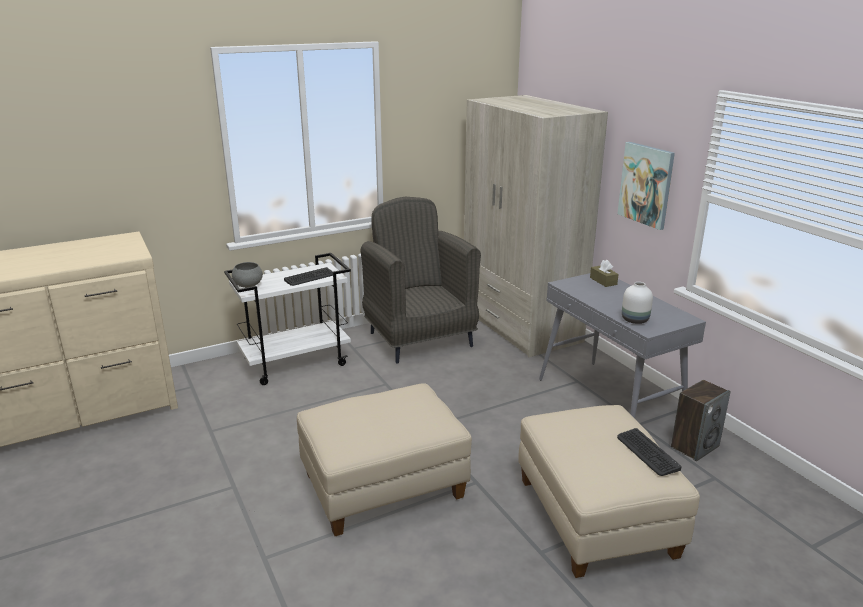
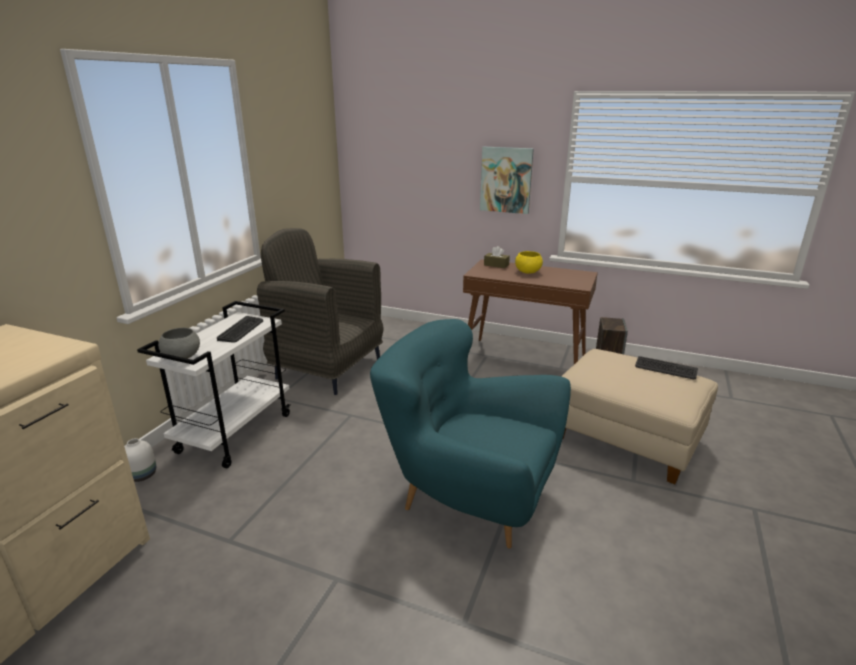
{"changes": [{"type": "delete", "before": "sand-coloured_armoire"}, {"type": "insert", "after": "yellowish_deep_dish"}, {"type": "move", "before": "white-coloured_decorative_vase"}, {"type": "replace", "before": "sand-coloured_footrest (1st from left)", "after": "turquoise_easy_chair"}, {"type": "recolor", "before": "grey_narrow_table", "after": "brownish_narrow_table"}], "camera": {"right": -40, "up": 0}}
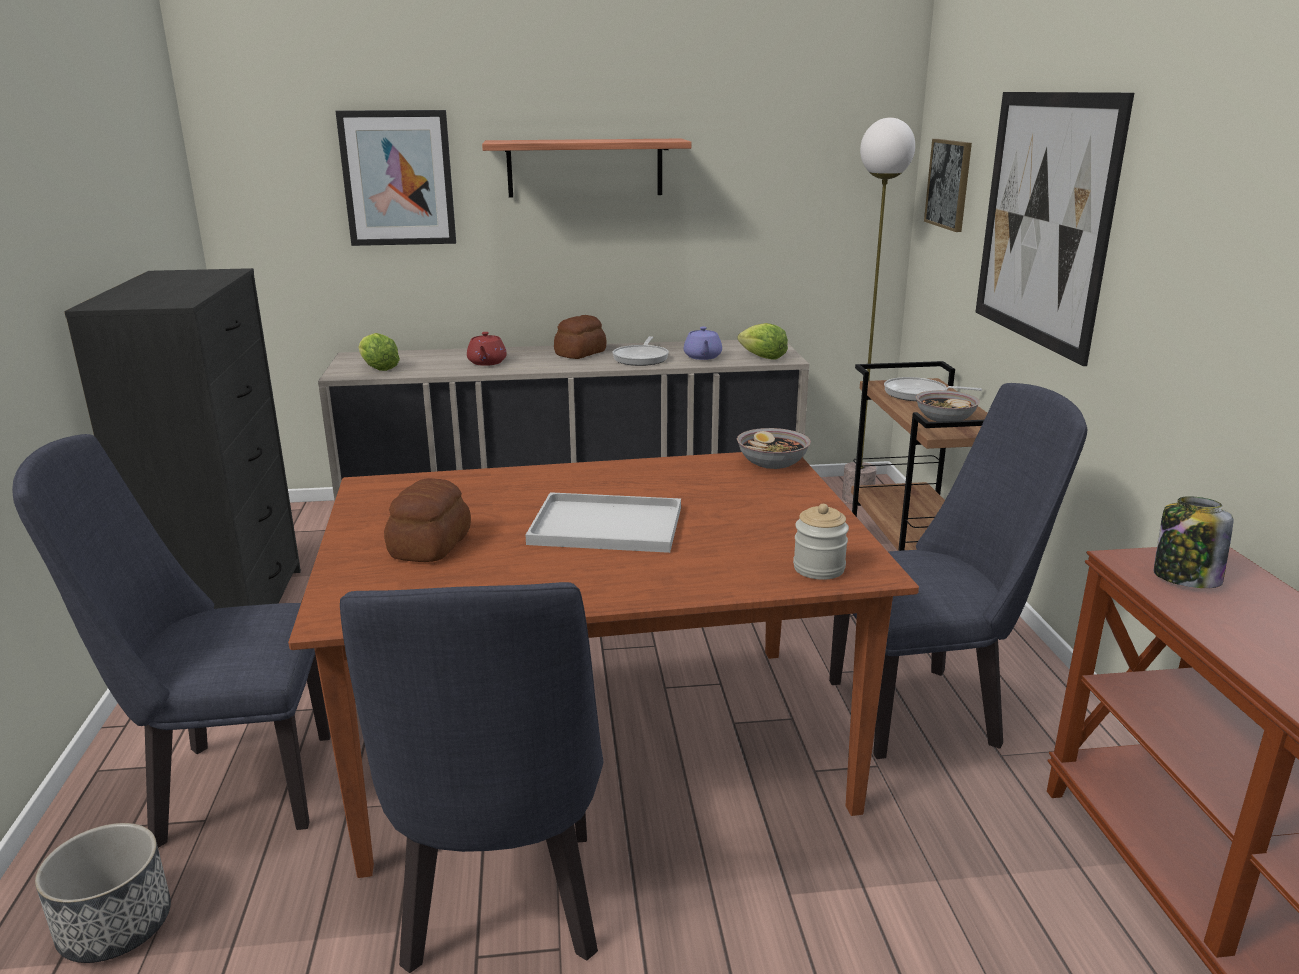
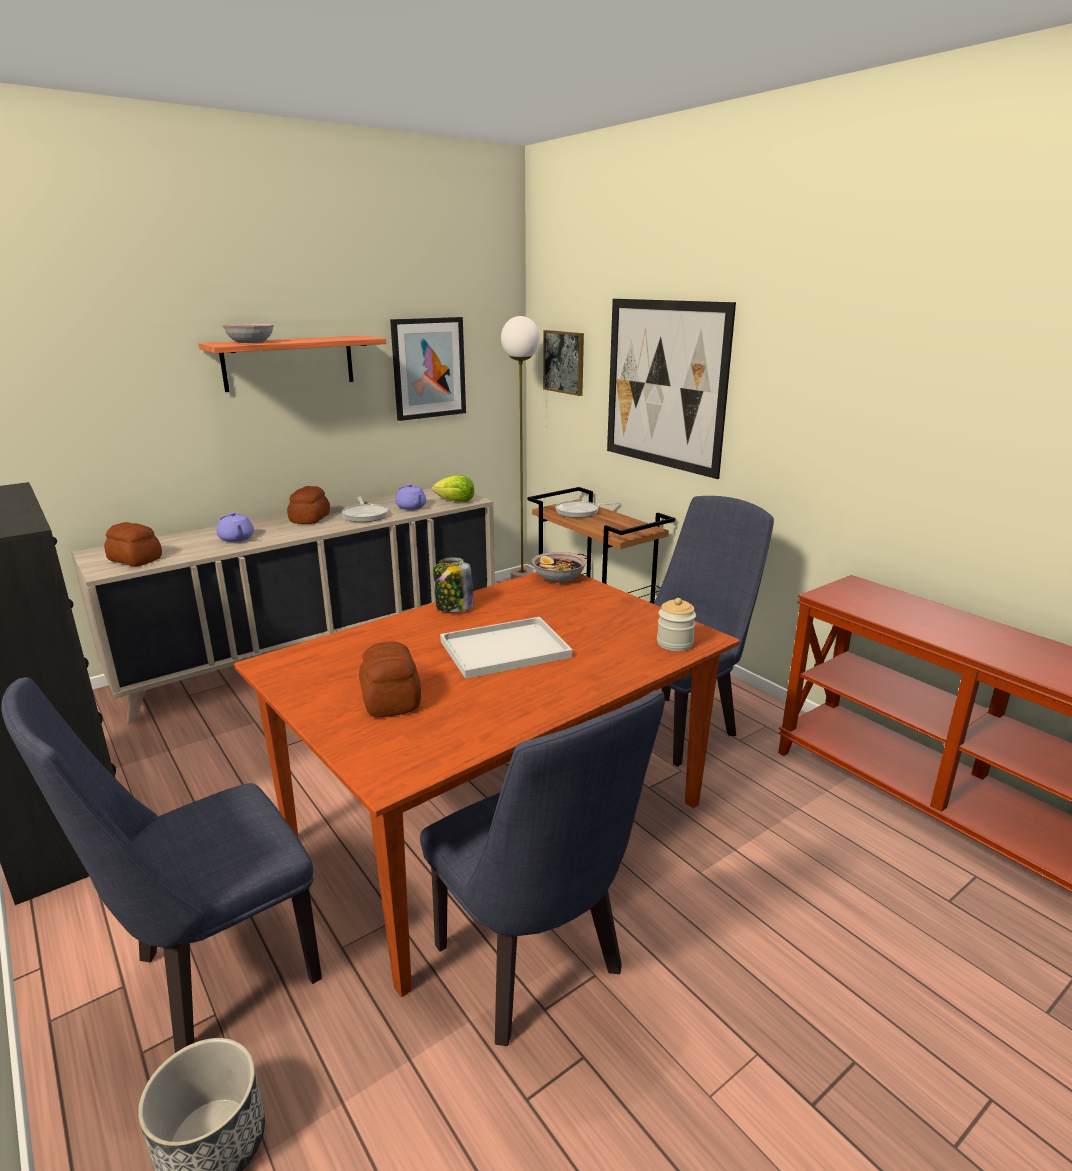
{"changes": [{"type": "move", "before": "wall_picture (1st from left)"}, {"type": "move", "before": "deep_dish (2nd from left in the first image)", "after": "deep_dish (1st from left)"}, {"type": "move", "before": "storage_jar (2nd from left in the first image)", "after": "storage_jar (1st from left)"}, {"type": "replace", "before": "head_of_lettuce (1st from left)", "after": "bread (1st from left)"}, {"type": "recolor", "before": "red_tea_pot", "after": "purple-coloured_tea_pot (1st from left)"}], "camera": {"right": -30, "up": 0}}
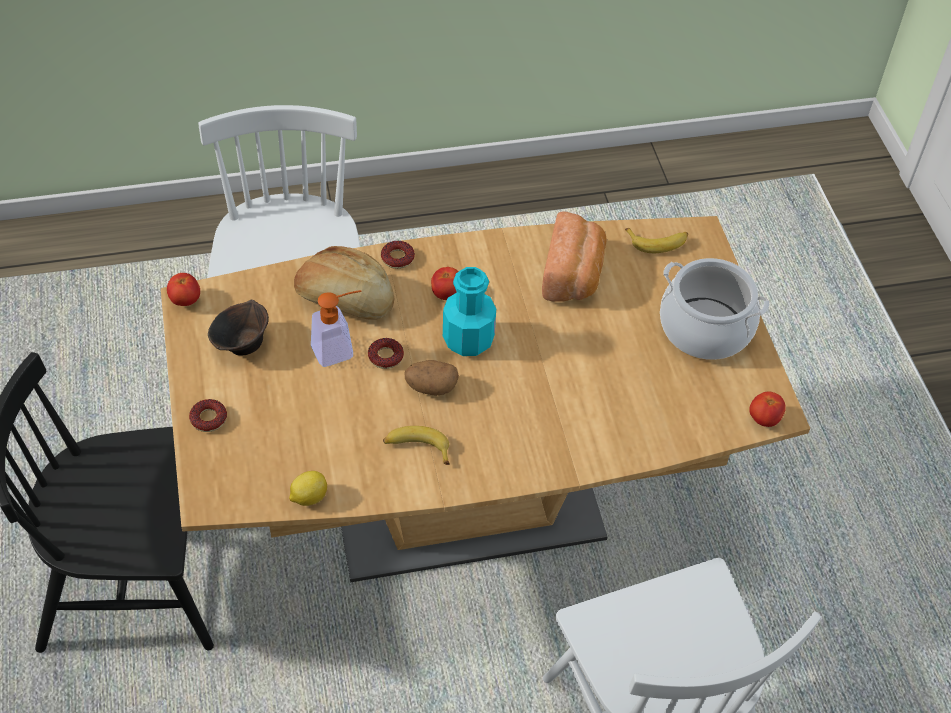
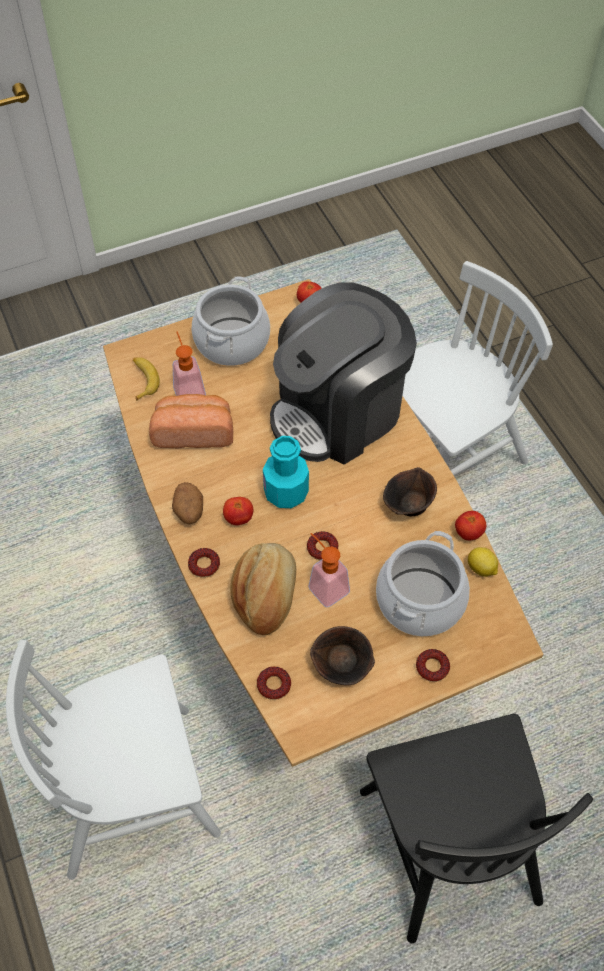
{"changes": [{"type": "insert", "after": "soap_dispenser (1st from left)"}, {"type": "insert", "after": "doughnut (2nd from left)"}, {"type": "insert", "after": "coffee_machine"}, {"type": "insert", "after": "saucepot (2nd from left)"}, {"type": "move", "before": "whole_tomato (1st from left in the first image)", "after": "whole_tomato (3rd from left)"}, {"type": "move", "before": "whole_potato"}, {"type": "replace", "before": "banana (1st from left)", "after": "brownish_deep_dish (2nd from left)"}], "camera": {"right": -100, "up": 5}}
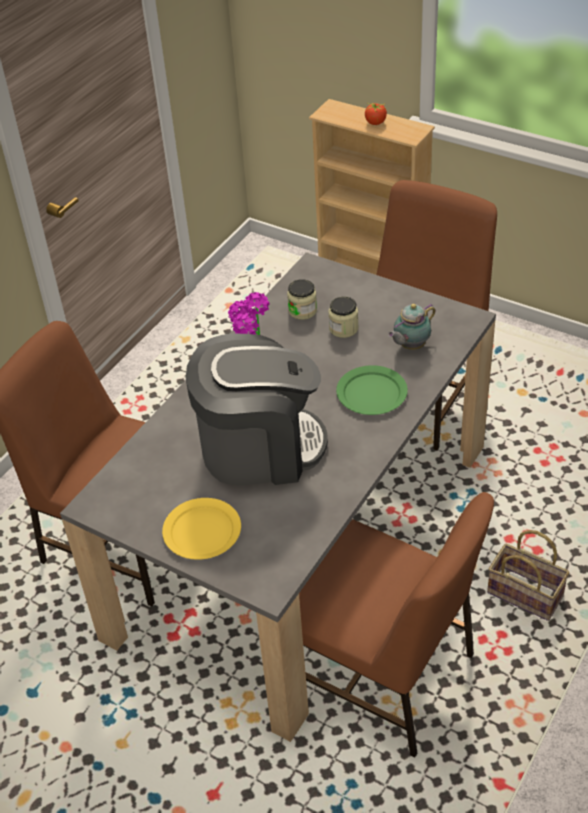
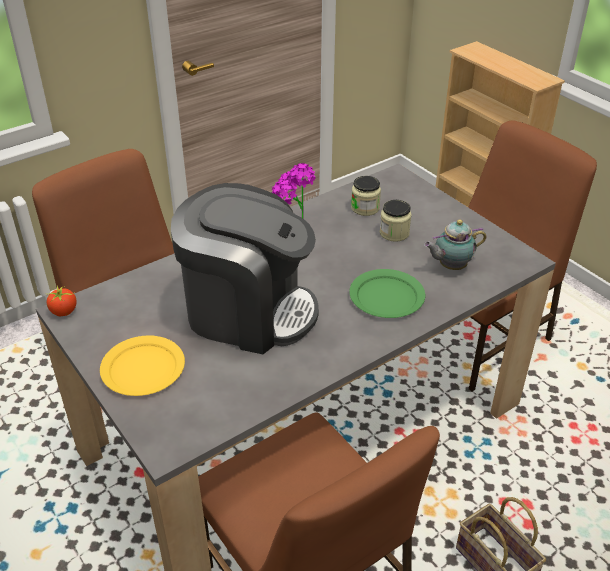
{"changes": [{"type": "move", "before": "whole_tomato"}], "camera": {"right": 20, "up": -5}}
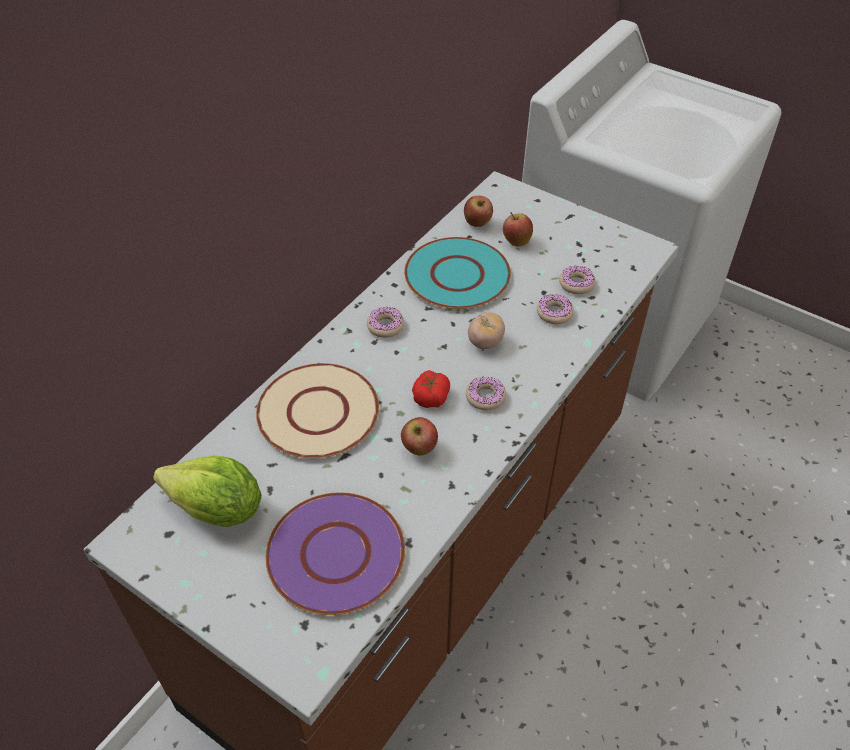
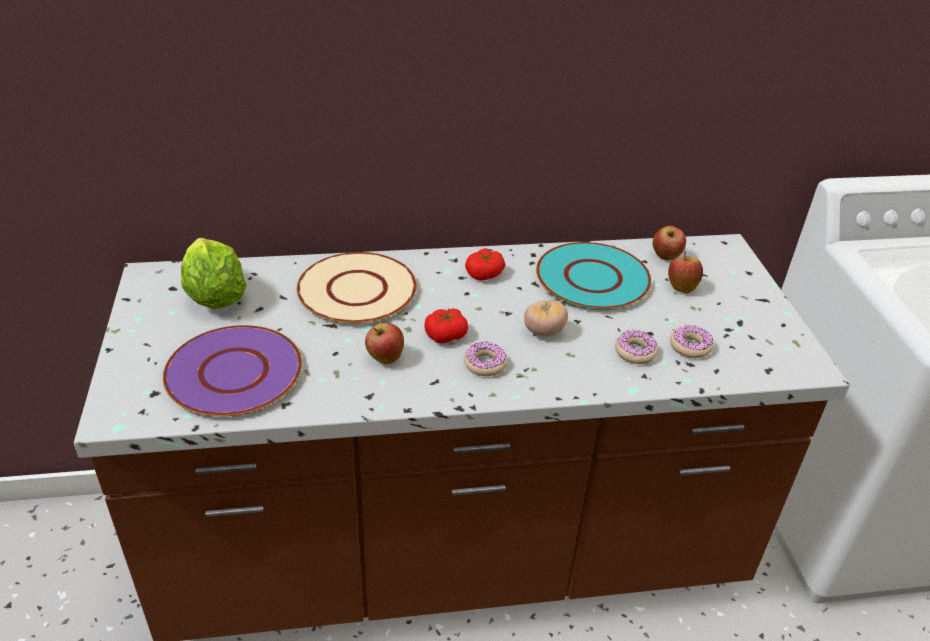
{"changes": [{"type": "replace", "before": "doughnut (1st from left)", "after": "whole_tomato (2nd from left)"}], "camera": {"right": 45, "up": -10}}
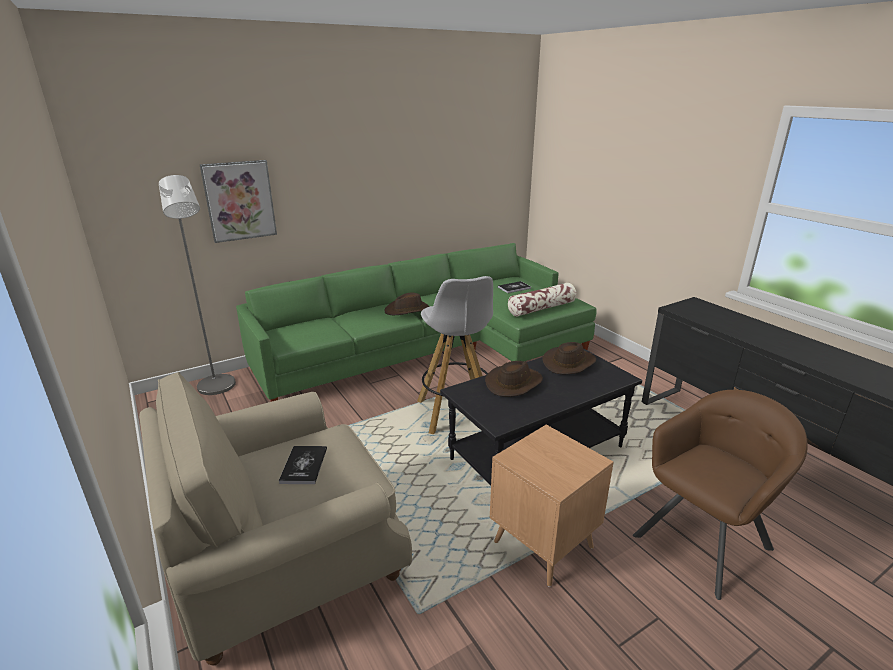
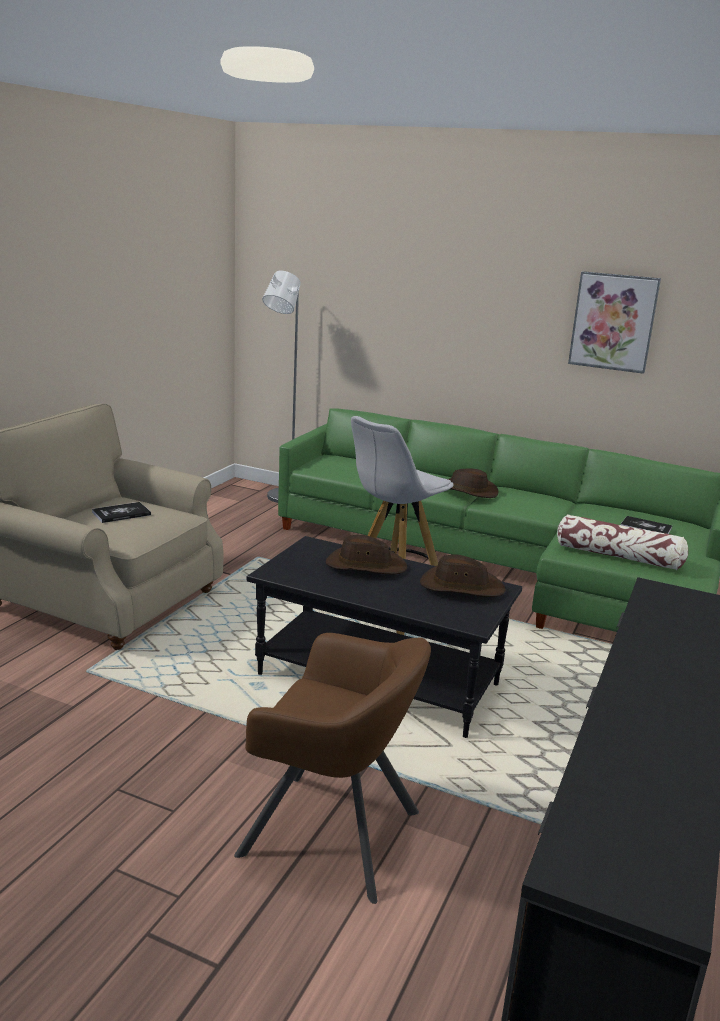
{"changes": [{"type": "delete", "before": "brownish_end_table"}, {"type": "move", "before": "wall_picture"}], "camera": {"right": 55, "up": -5}}
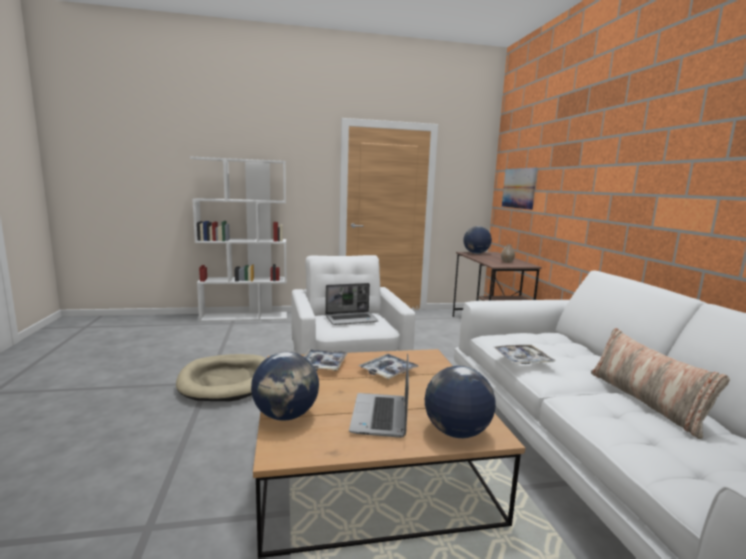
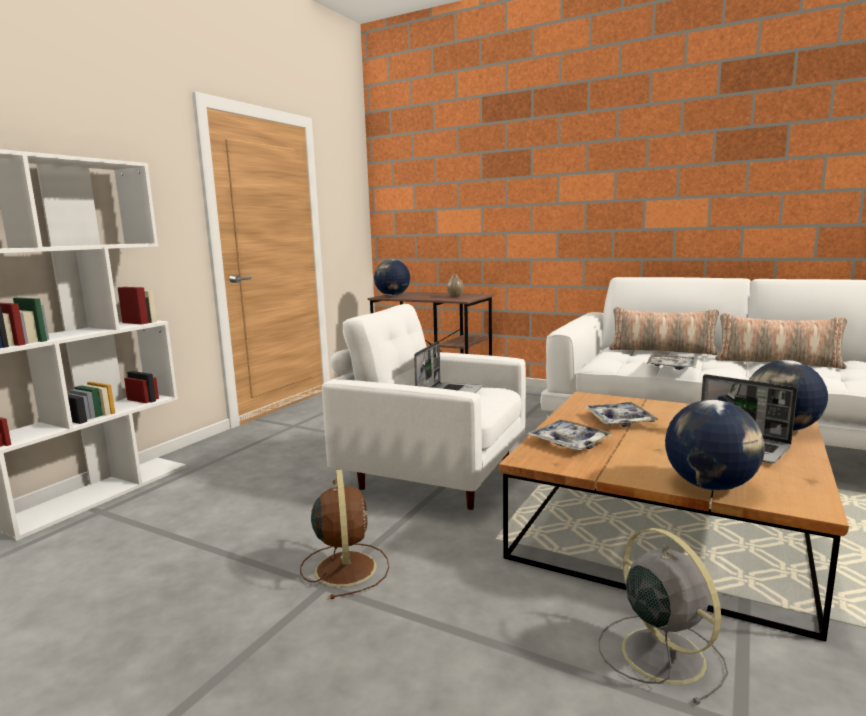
{"changes": [{"type": "delete", "before": "wall_picture"}, {"type": "insert", "after": "grey_fan"}, {"type": "insert", "after": "pillow (1st from left)"}, {"type": "replace", "before": "sand-coloured_dog_cushion", "after": "brownish_fan"}], "camera": {"right": -50, "up": 0}}
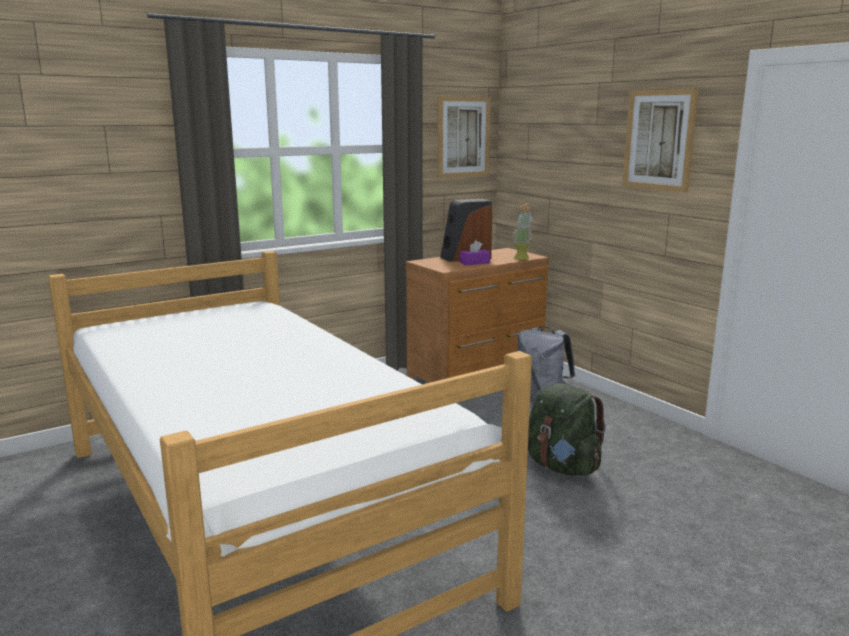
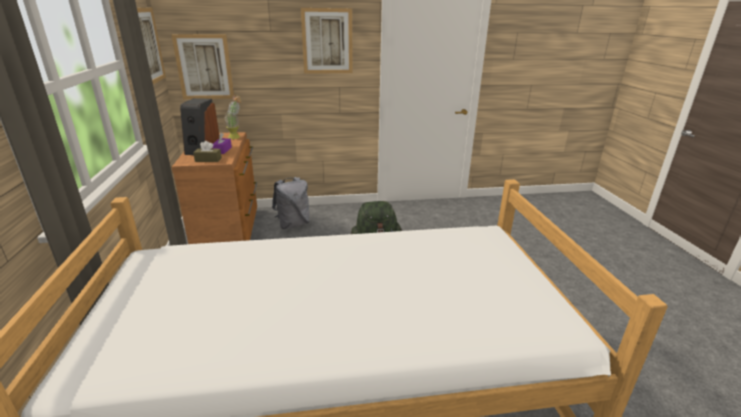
{"changes": [{"type": "insert", "after": "wall_picture (2nd from left)"}, {"type": "insert", "after": "brownish_tissue_box"}], "camera": {"right": -65, "up": 10}}
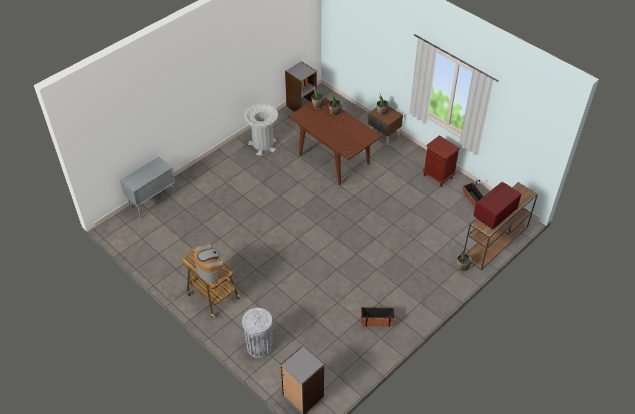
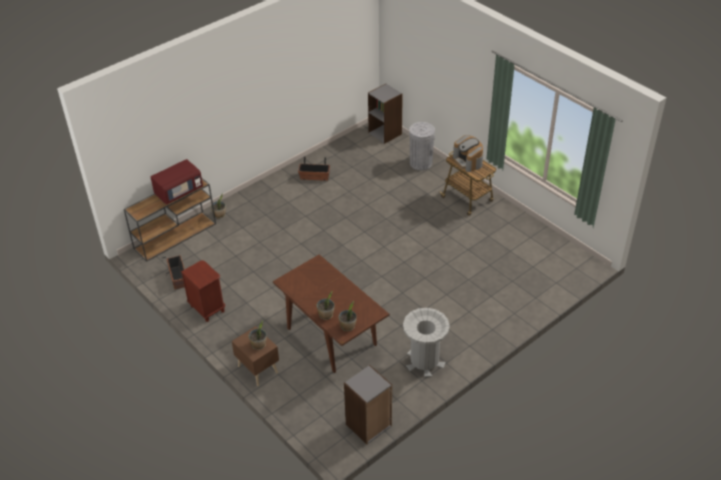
{"changes": [{"type": "delete", "before": "grey_cupboard"}], "camera": {"right": -175, "up": -5}}
